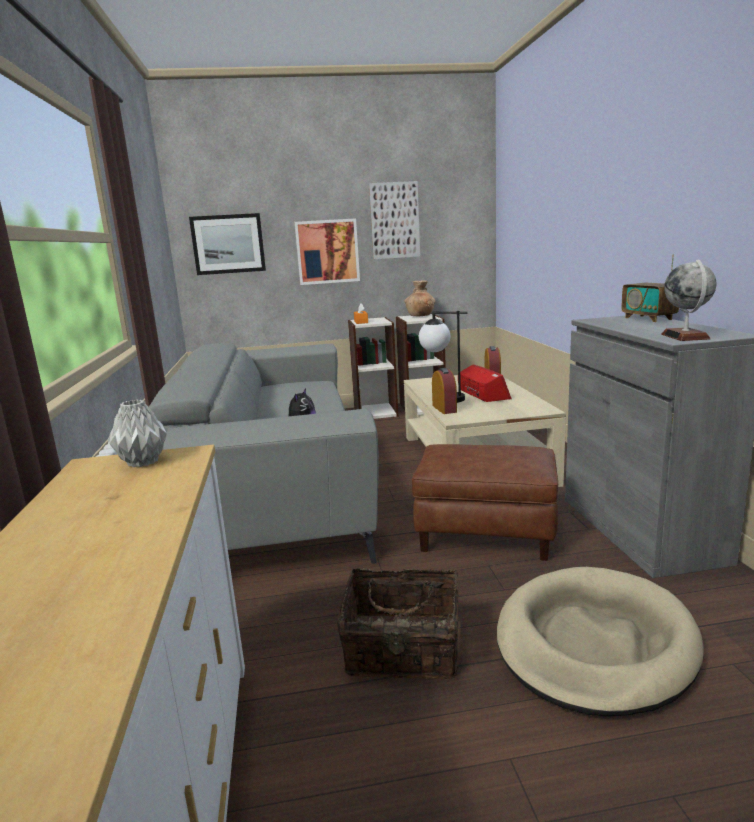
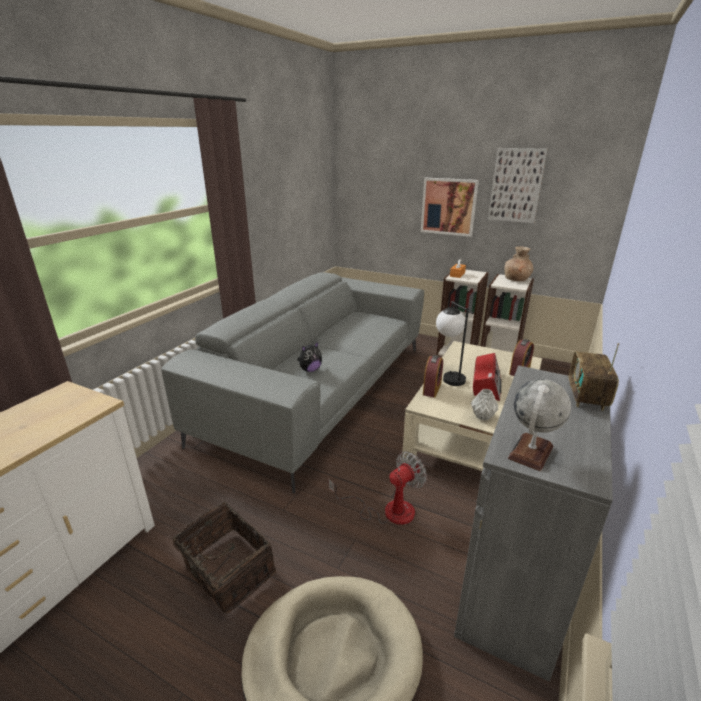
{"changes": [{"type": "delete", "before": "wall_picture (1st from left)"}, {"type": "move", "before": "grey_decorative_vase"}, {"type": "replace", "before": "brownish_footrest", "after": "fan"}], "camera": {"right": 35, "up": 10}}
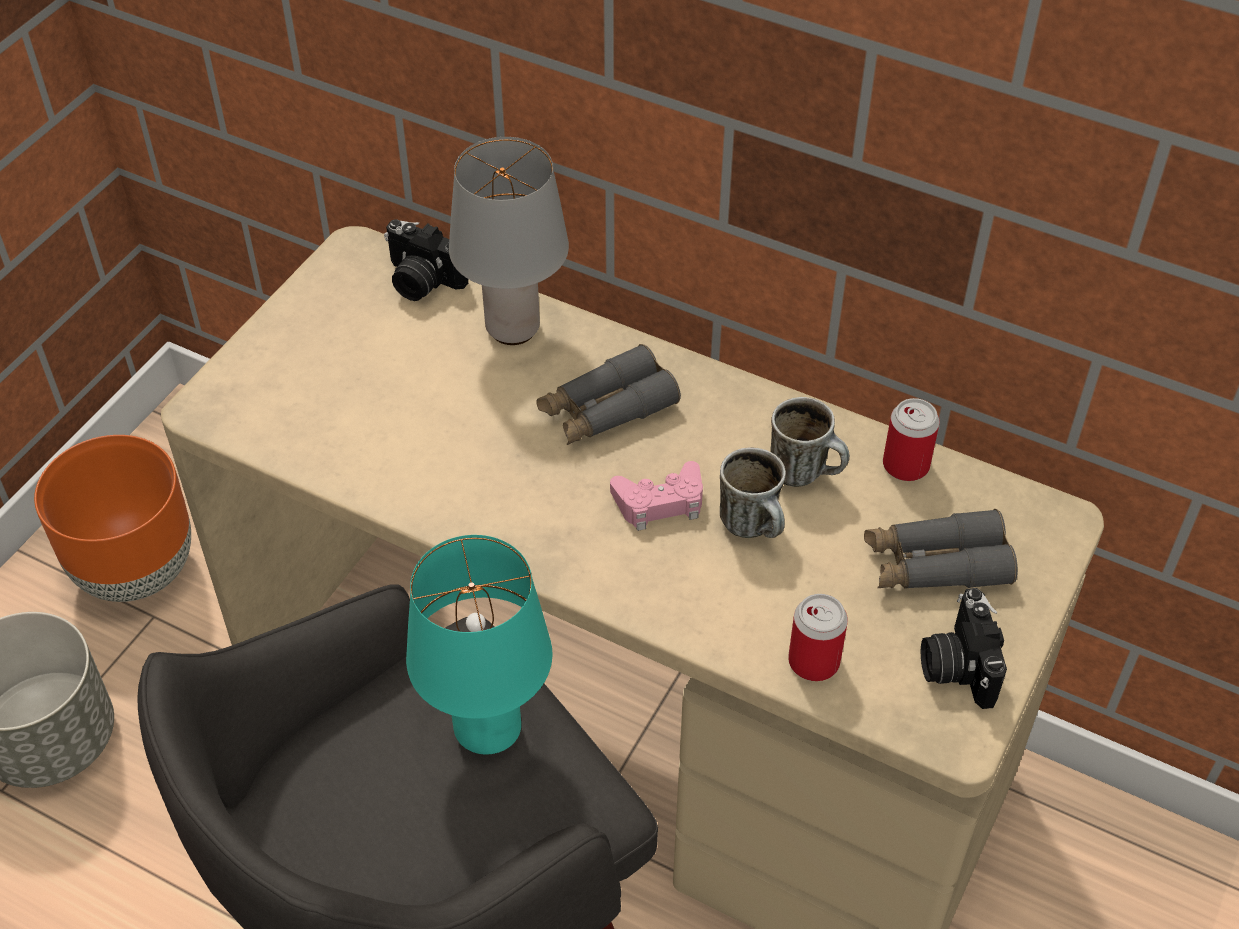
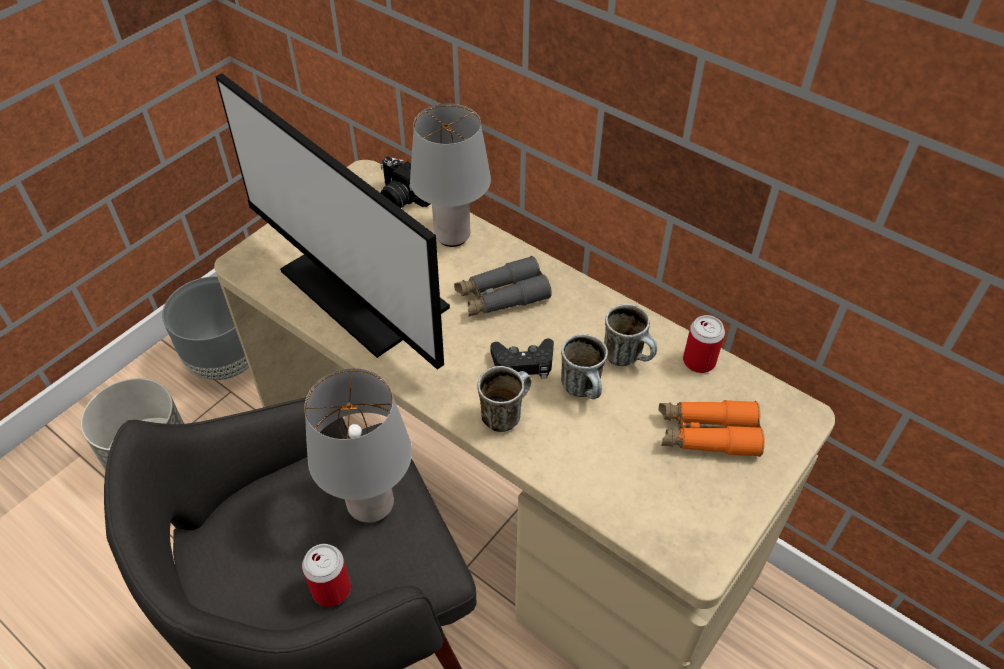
{"changes": [{"type": "delete", "before": "photo_camera (2nd from left)"}, {"type": "insert", "after": "computer_screen"}, {"type": "insert", "after": "tea_mug (1st from left)"}, {"type": "move", "before": "sealed_can (1st from left)"}, {"type": "recolor", "before": "orange-coloured_planter", "after": "grey_planter (2nd from left)"}, {"type": "recolor", "before": "turquoise_tabletop_lamp", "after": "grey_tabletop_lamp (1st from left)"}, {"type": "recolor", "before": "pink-coloured_joypad", "after": "blackish_joypad"}, {"type": "recolor", "before": "grey_binoculars (2nd from left)", "after": "orange-coloured_binoculars"}], "camera": {"right": 10, "up": 0}}
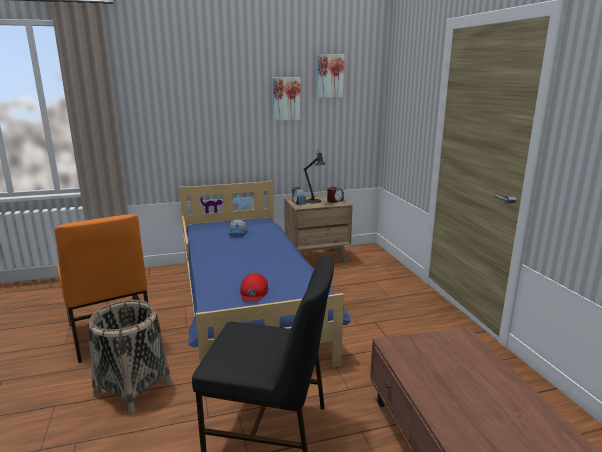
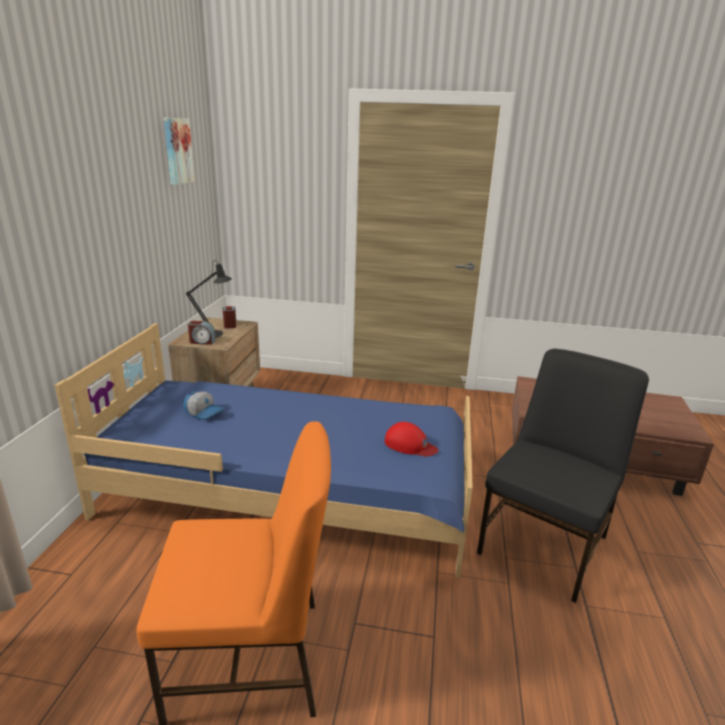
{"changes": [{"type": "delete", "before": "basket"}, {"type": "delete", "before": "wall_picture (1st from left)"}], "camera": {"right": -65, "up": 5}}
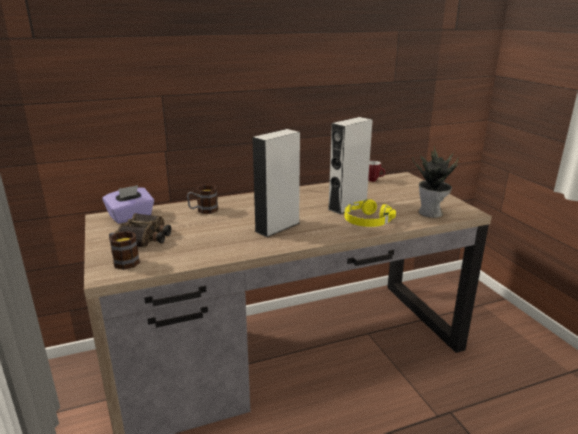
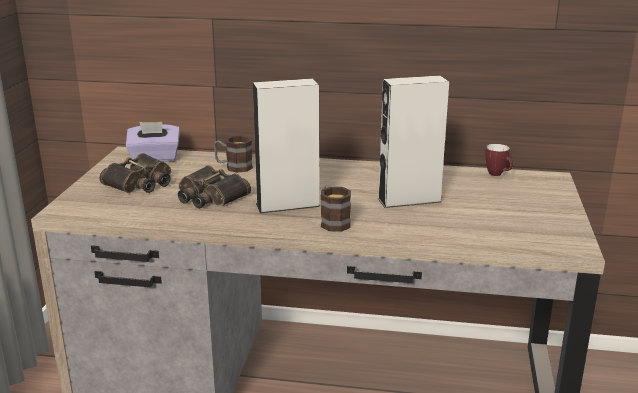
{"changes": [{"type": "delete", "before": "yellowish_headset"}, {"type": "delete", "before": "houseplant"}, {"type": "insert", "after": "binoculars (2nd from left)"}, {"type": "move", "before": "tea_mug (1st from left in the first image)", "after": "tea_mug (2nd from left)"}], "camera": {"right": 30, "up": 0}}
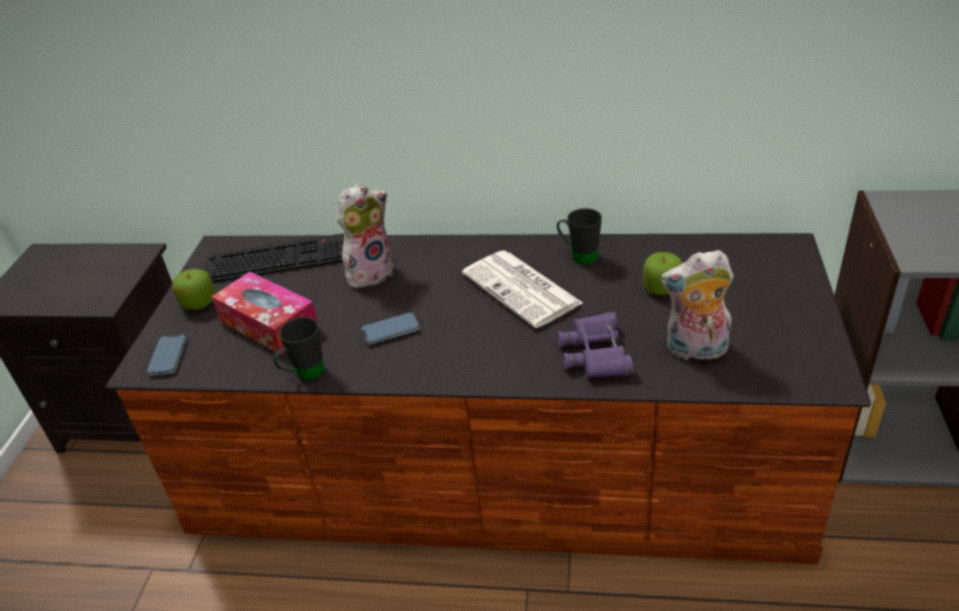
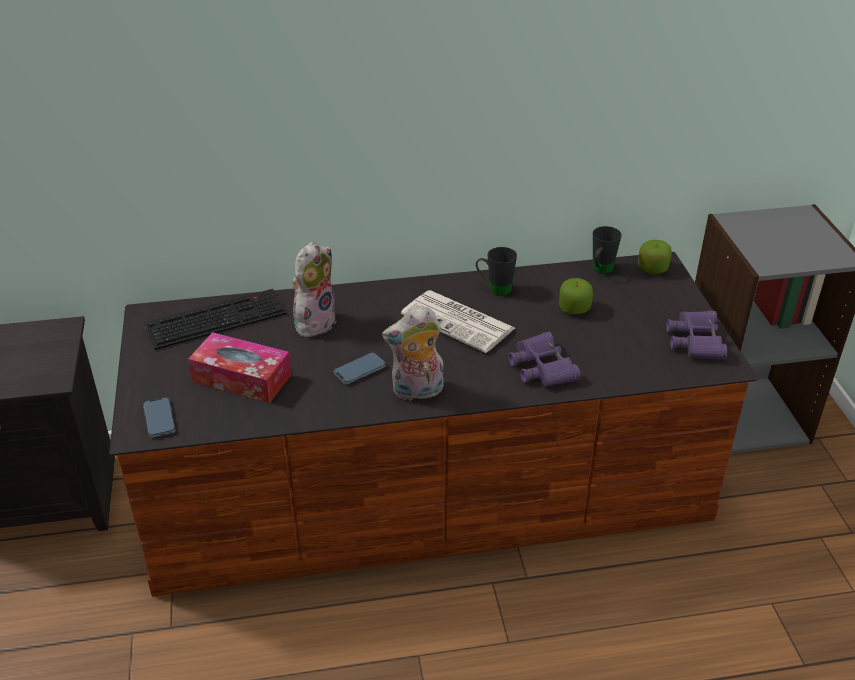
{"changes": [{"type": "insert", "after": "purple-coloured_binoculars (2nd from left)"}, {"type": "move", "before": "whole_apple (1st from left in the first image)", "after": "whole_apple (2nd from left)"}, {"type": "move", "before": "blackish_tea_mug (1st from left in the first image)", "after": "blackish_tea_mug (2nd from left)"}, {"type": "move", "before": "cuddly_toy (2nd from left)"}], "camera": {"right": -20, "up": 0}}
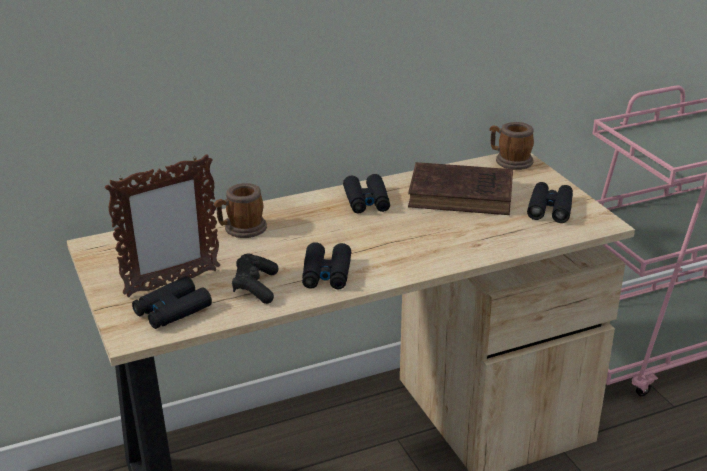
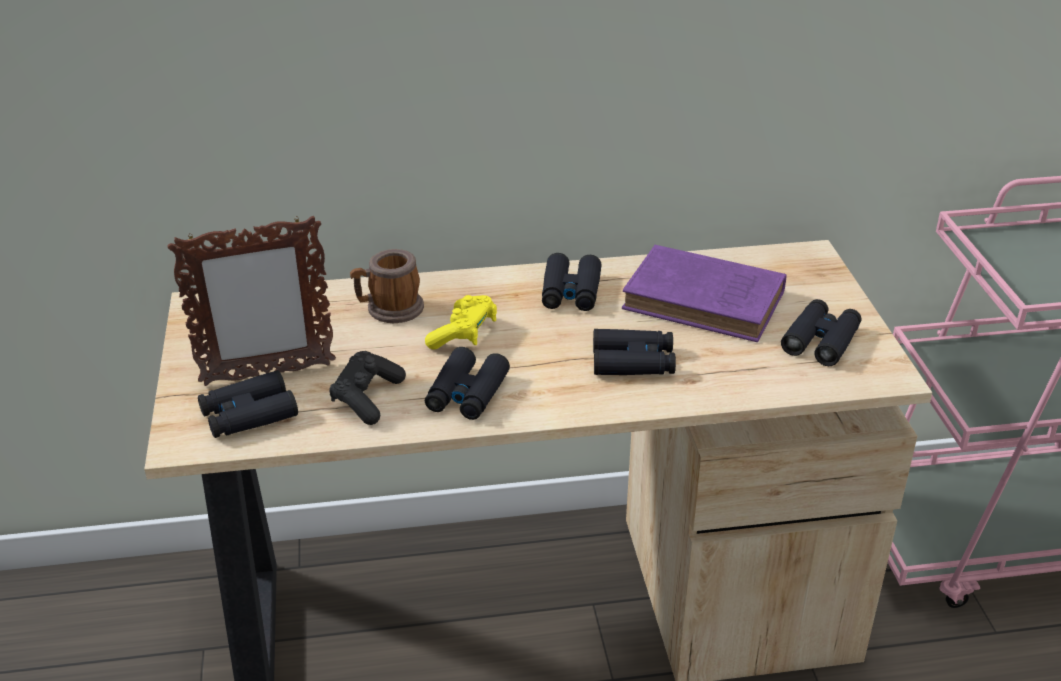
{"changes": [{"type": "delete", "before": "tea_mug (2nd from left)"}, {"type": "insert", "after": "yellowish_joypad"}, {"type": "insert", "after": "blackish_binoculars (4th from left)"}, {"type": "recolor", "before": "brownish_volume", "after": "purple-coloured_volume"}], "camera": {"right": 15, "up": 5}}
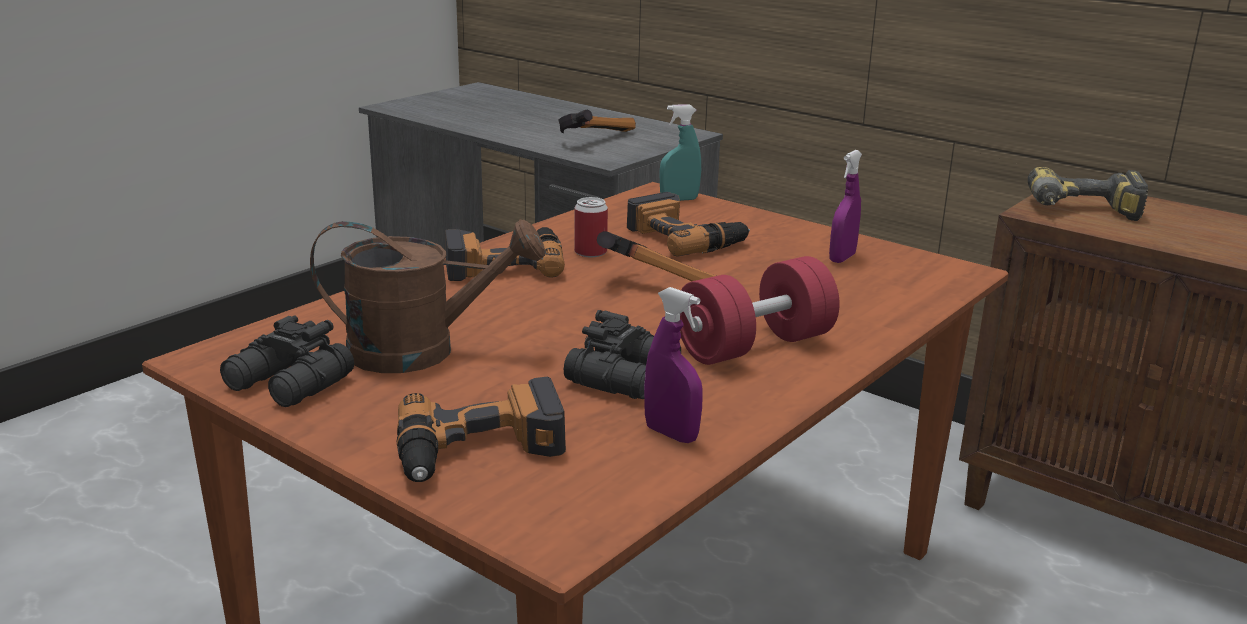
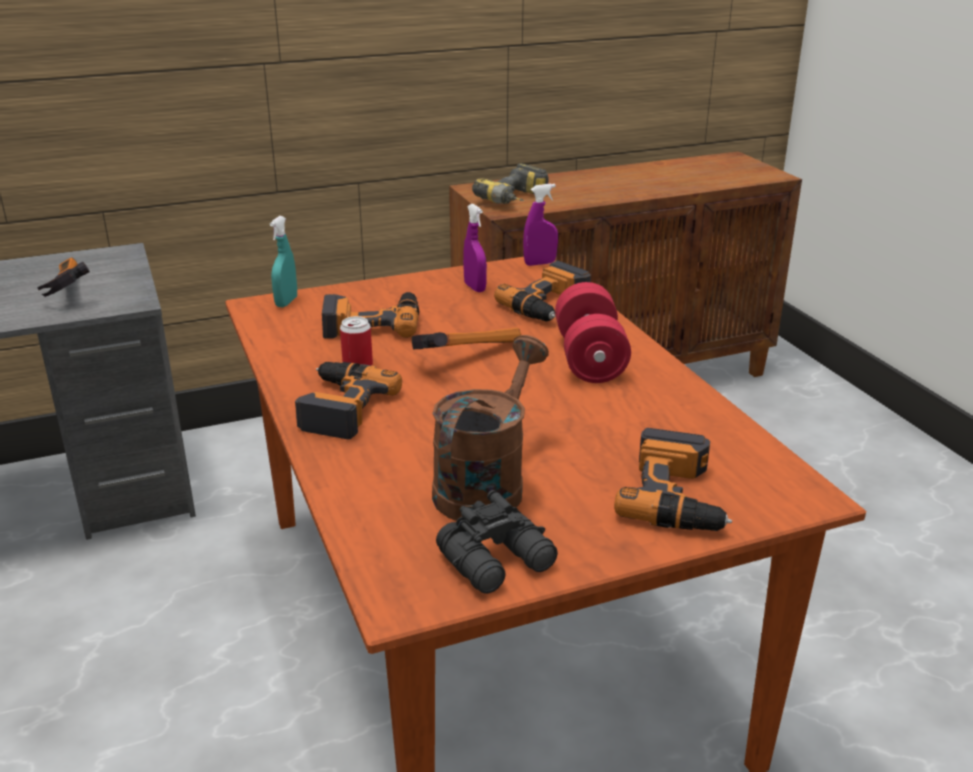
{"changes": [{"type": "delete", "before": "blackish_binoculars (2nd from left)"}, {"type": "insert", "after": "power_drill (4th from left)"}, {"type": "move", "before": "purple-coloured_spray_bottle (1st from left in the first image)", "after": "purple-coloured_spray_bottle (2nd from left)"}], "camera": {"right": -60, "up": 5}}
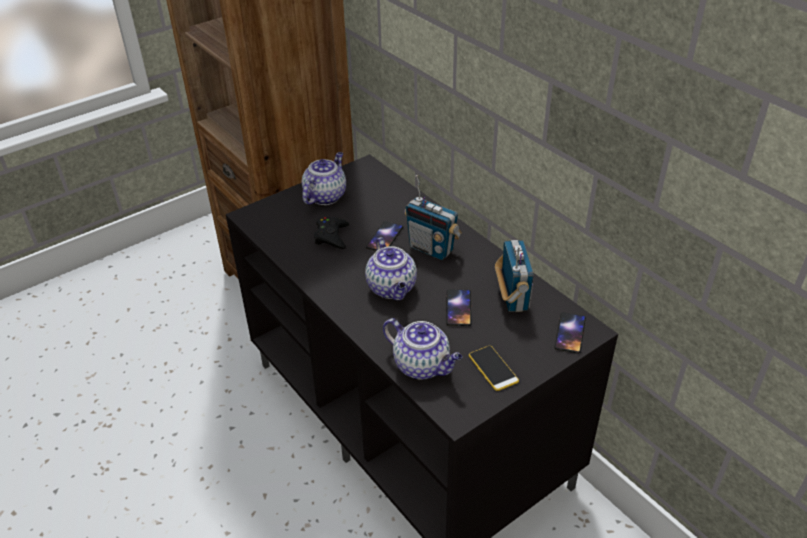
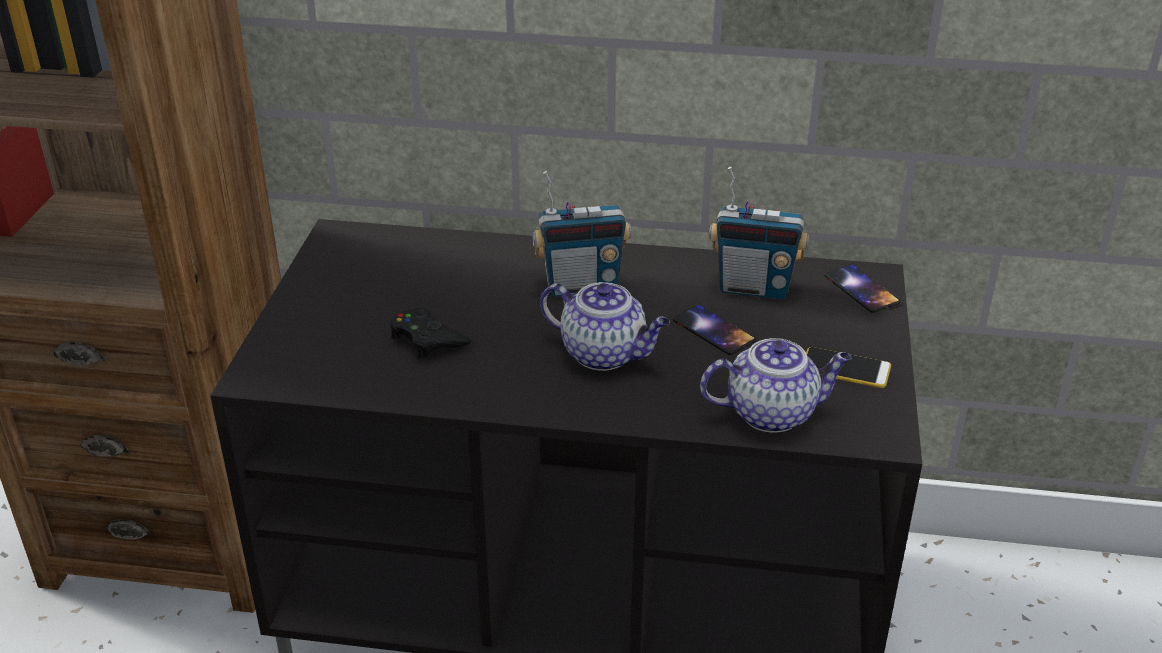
{"changes": [{"type": "delete", "before": "tea_pot (1st from left)"}, {"type": "delete", "before": "phone (1st from left)"}, {"type": "rotate", "before": "radio (2nd from left)", "turn": 150}], "camera": {"right": -45, "up": -5}}
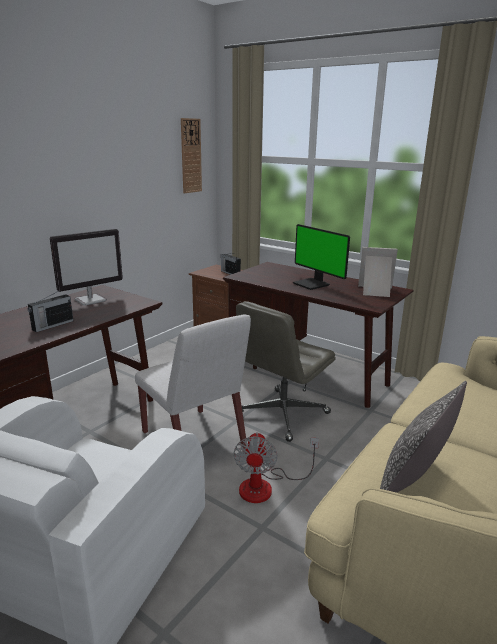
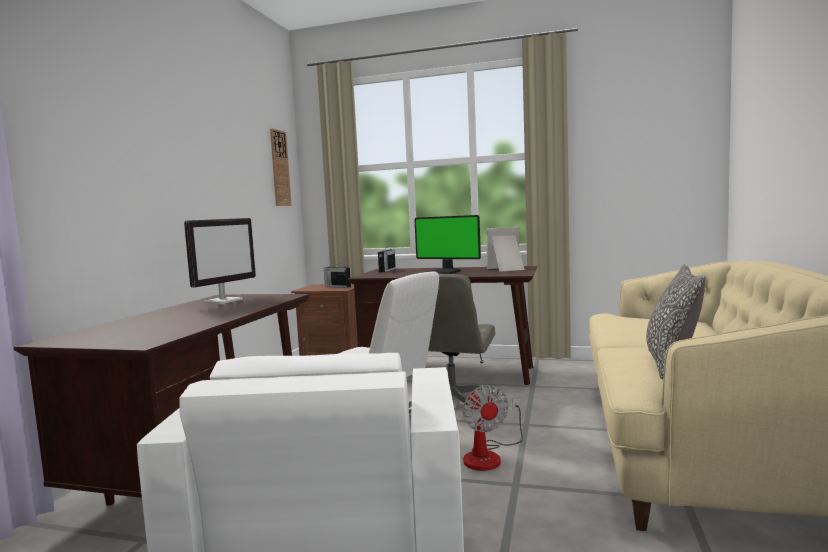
{"changes": [{"type": "move", "before": "radio (1st from left in the first image)", "after": "radio (2nd from left)"}], "camera": {"right": -20, "up": -15}}
